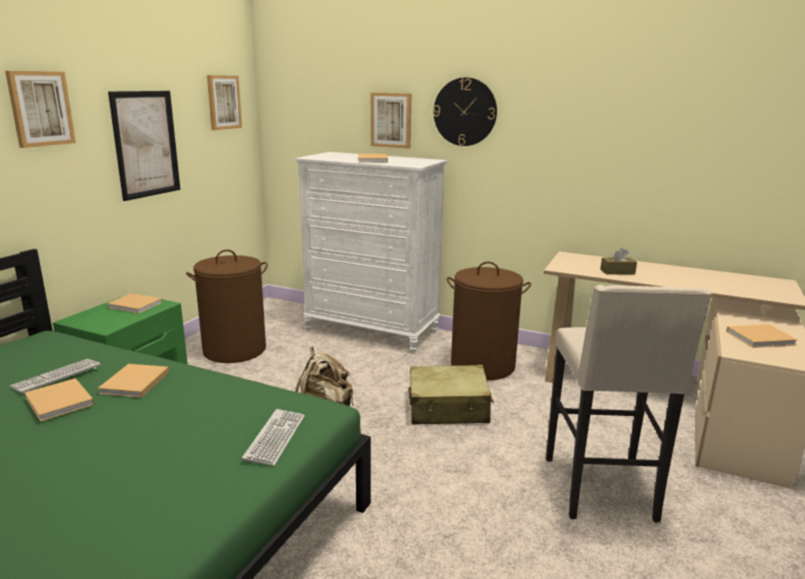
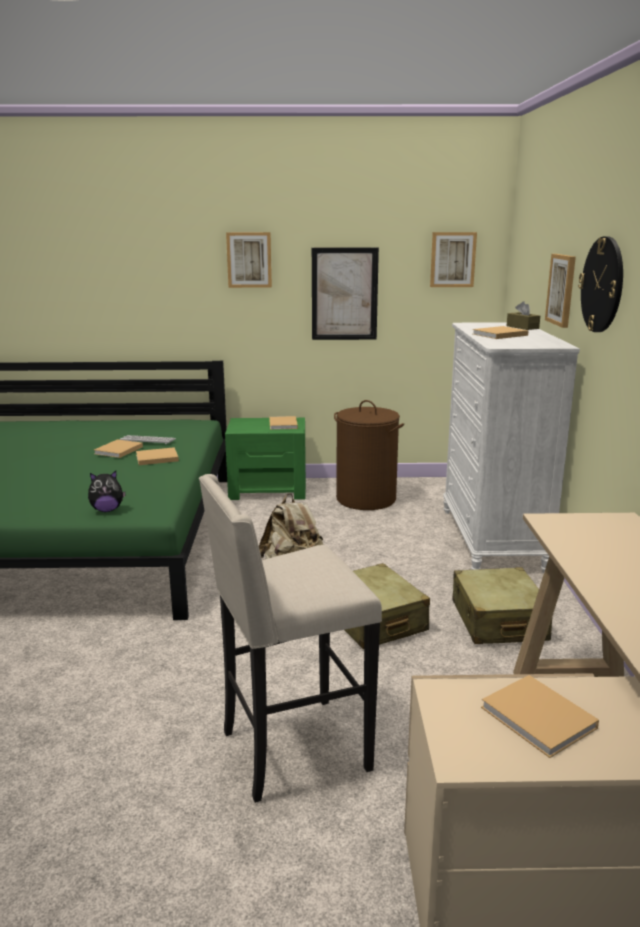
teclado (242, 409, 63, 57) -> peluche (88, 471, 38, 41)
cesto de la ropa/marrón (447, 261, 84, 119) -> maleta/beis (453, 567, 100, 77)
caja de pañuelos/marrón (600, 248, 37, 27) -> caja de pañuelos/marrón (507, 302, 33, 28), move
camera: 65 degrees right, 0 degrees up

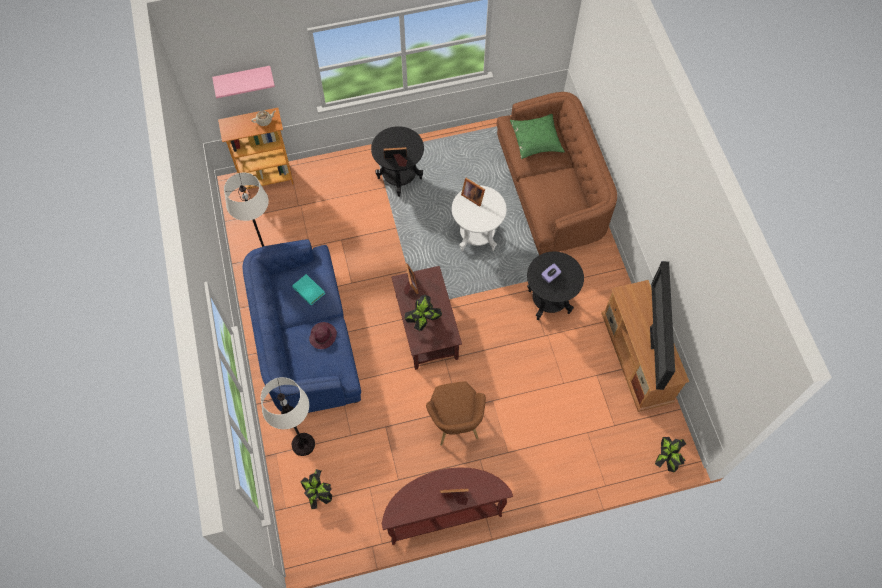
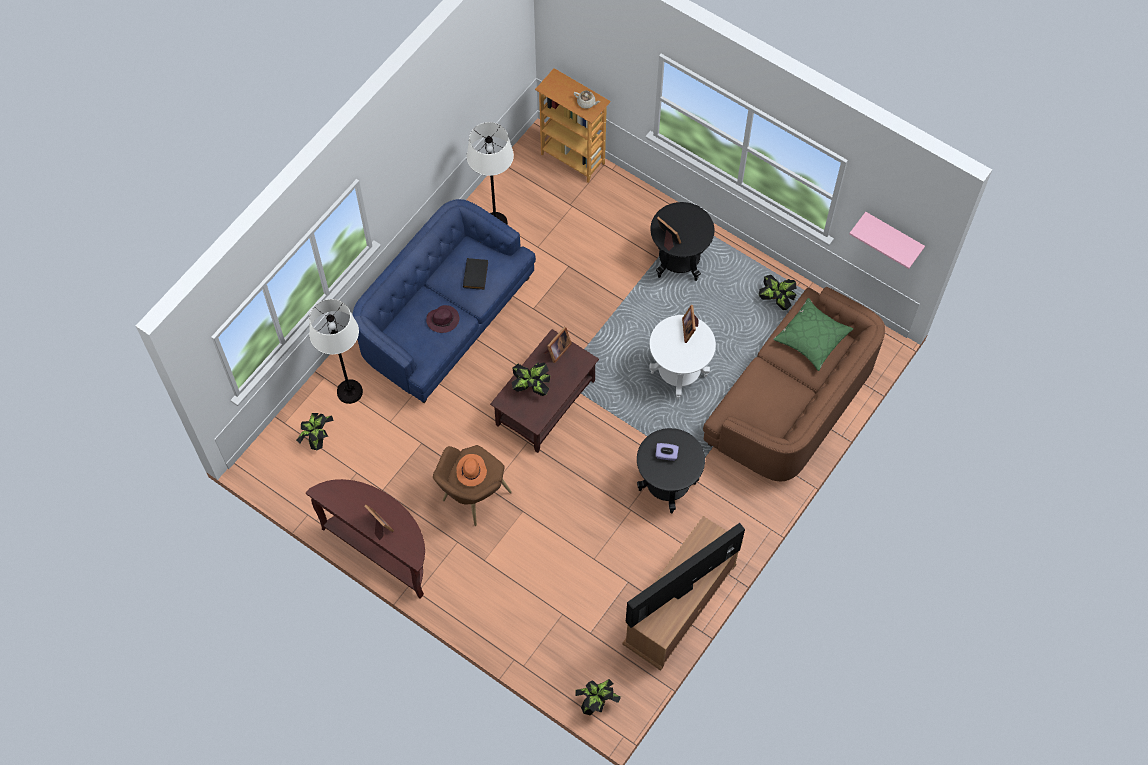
none -> sombrero/naranja (456, 454, 31, 32)
libro/turquesa (292, 274, 33, 31) -> libro/negro (463, 258, 25, 32)
none -> planta en maceta (759, 274, 38, 36)
estante/rosa (212, 66, 63, 32) -> estante/rosa (849, 212, 76, 57), move
camera: 50 degrees right, 0 degrees up

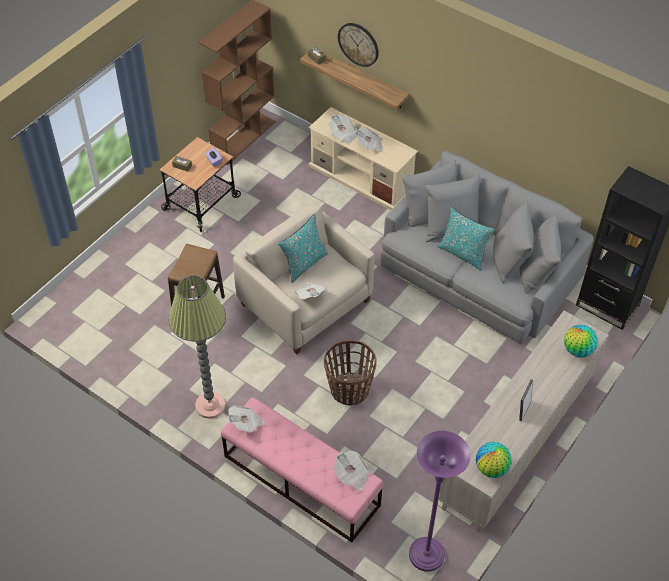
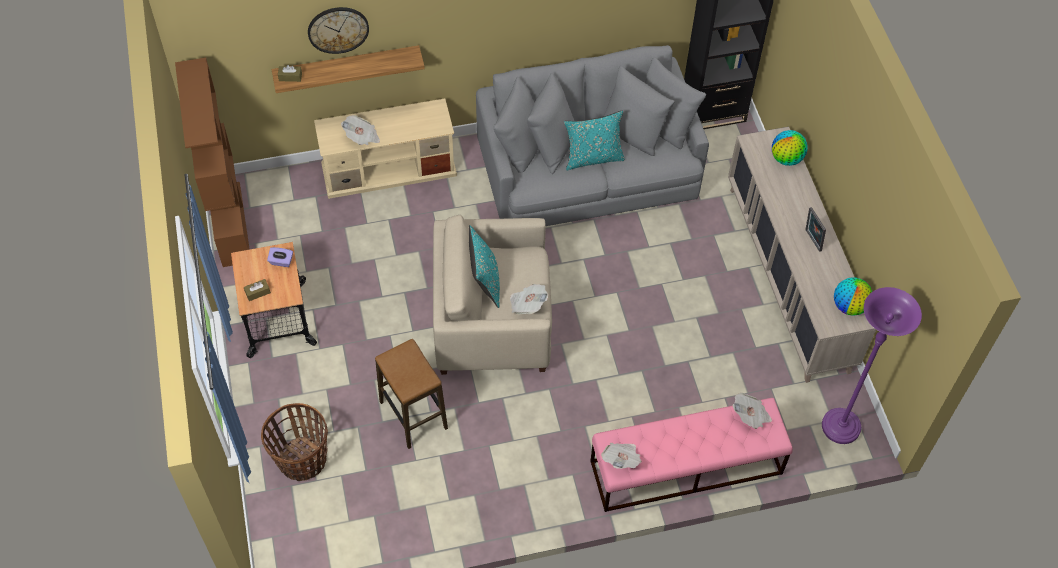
cesta (324, 340, 53, 65) -> cesta (261, 403, 67, 78), move
lámpara de pie (168, 276, 58, 143) -> none
periódico (355, 127, 29, 24) -> none
camera: 50 degrees left, 5 degrees up

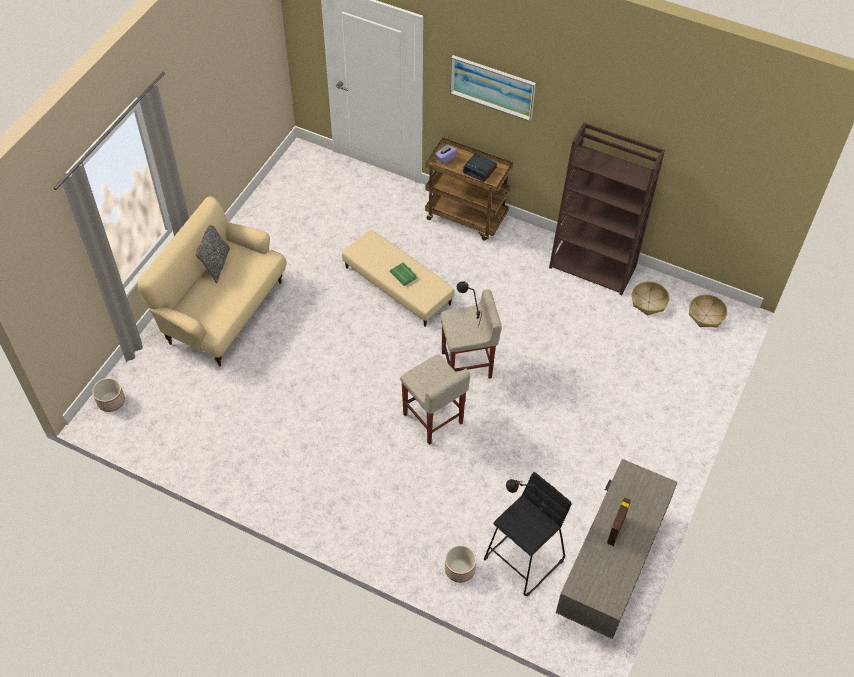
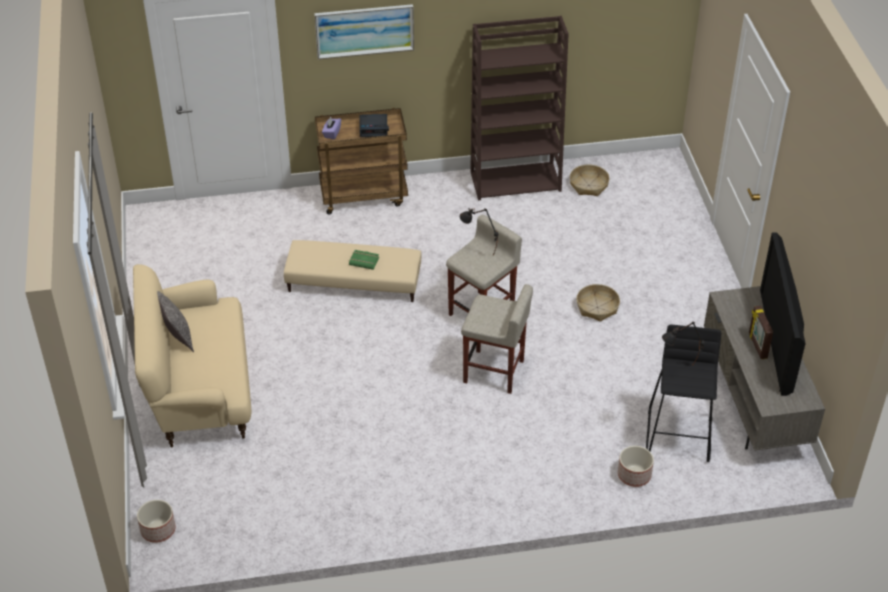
cesta (689, 294, 39, 34) -> cesta (576, 284, 44, 38), move
none -> televisor (760, 232, 46, 164)
camera: 35 degrees left, 10 degrees down

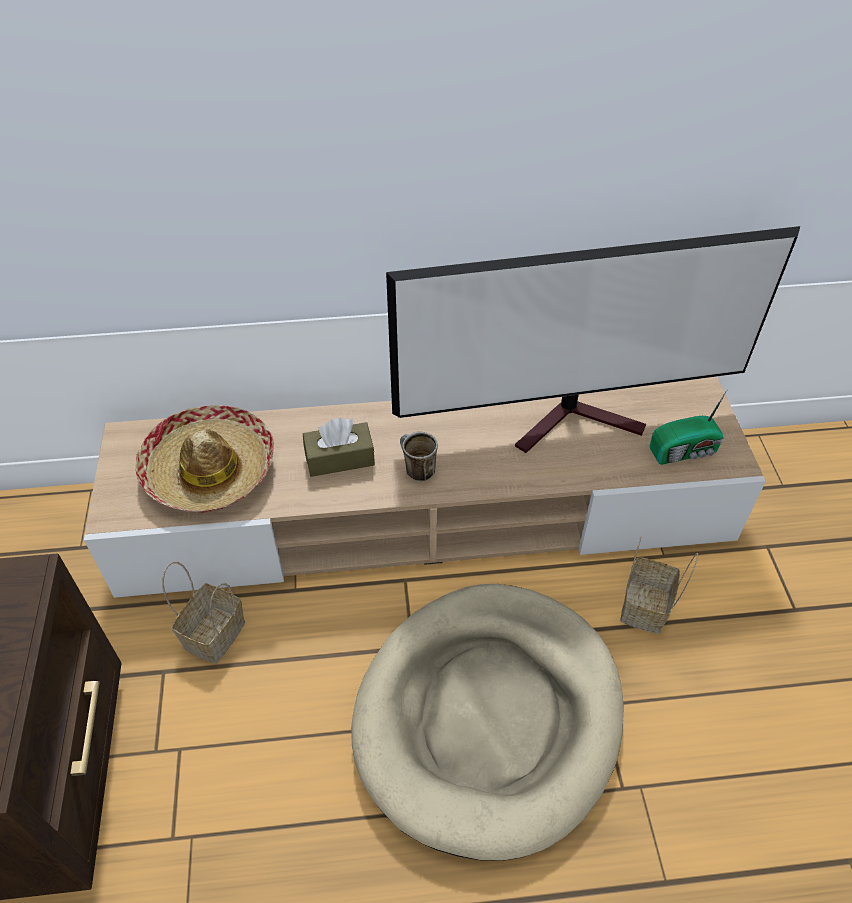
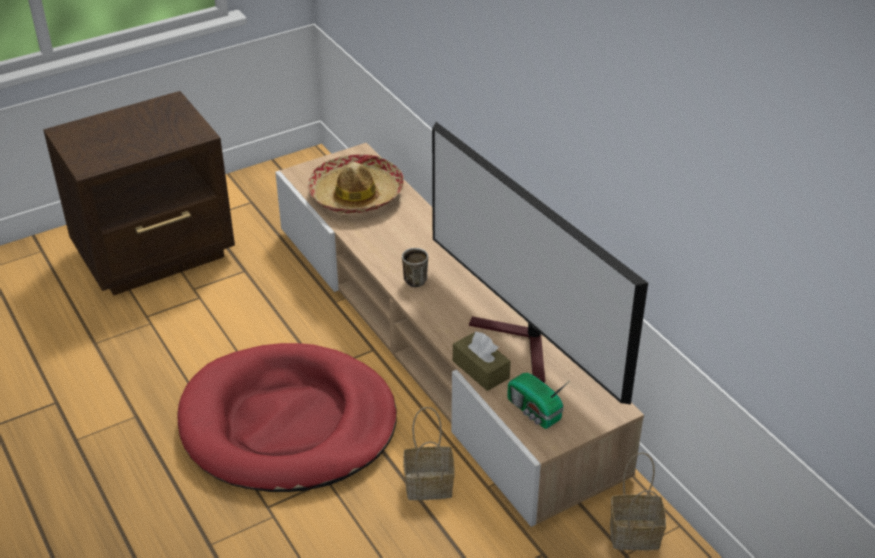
cama para perro/beis (351, 584, 273, 277) -> cama para perro/rojo (178, 343, 219, 149)
caja de pañuelos/marrón (303, 418, 72, 59) -> caja de pañuelos/marrón (453, 332, 58, 59), move
cesta (162, 562, 83, 102) -> cesta (610, 452, 56, 98), move
camera: 65 degrees right, 10 degrees down

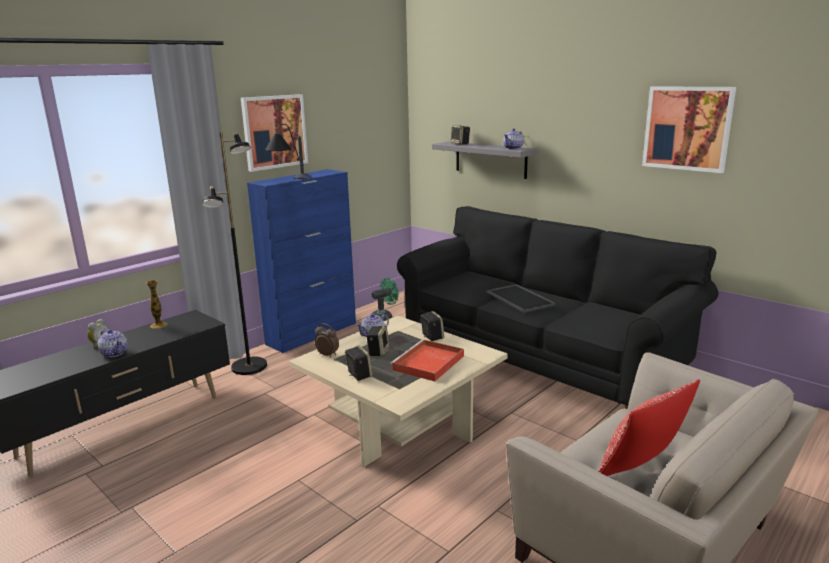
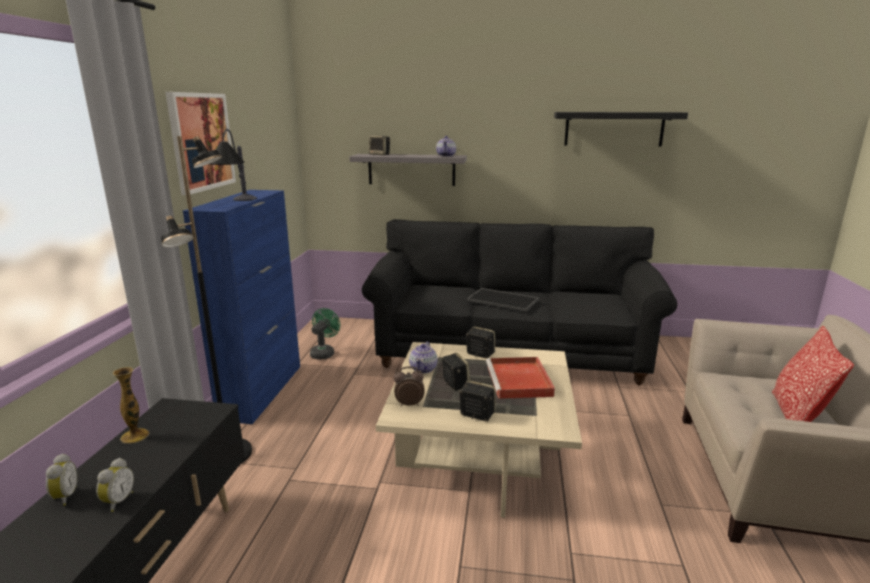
tetera (98, 329, 30, 28) -> despertador (96, 458, 38, 54)
cuadro (642, 86, 94, 87) -> estante/negro (554, 112, 134, 35)
camera: 35 degrees left, 0 degrees up

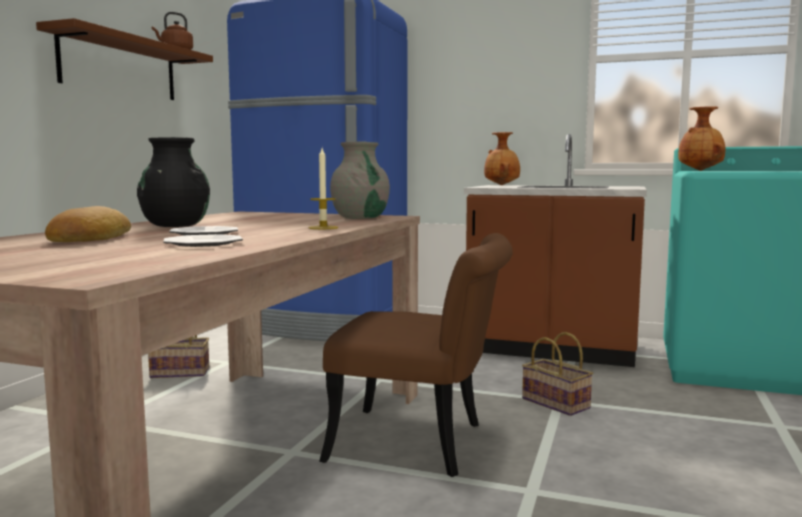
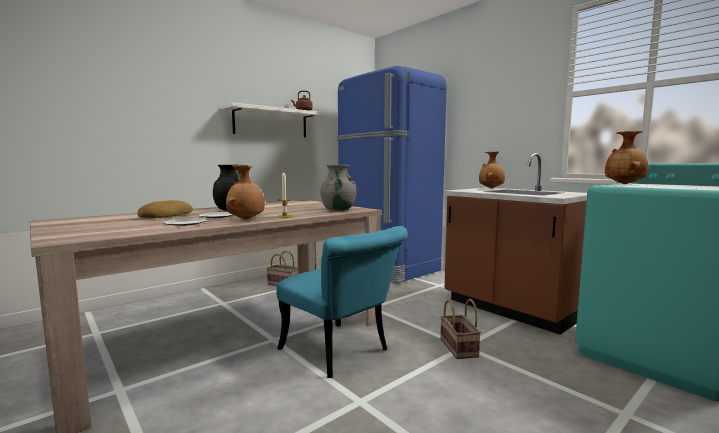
estante/marrón (36, 18, 177, 82) -> estante/blanco (222, 102, 102, 35)
none -> florero/marrón (226, 165, 39, 55)
silla/marrón (319, 233, 194, 244) -> silla/turquesa (276, 226, 132, 152)
camera: 30 degrees right, 0 degrees up

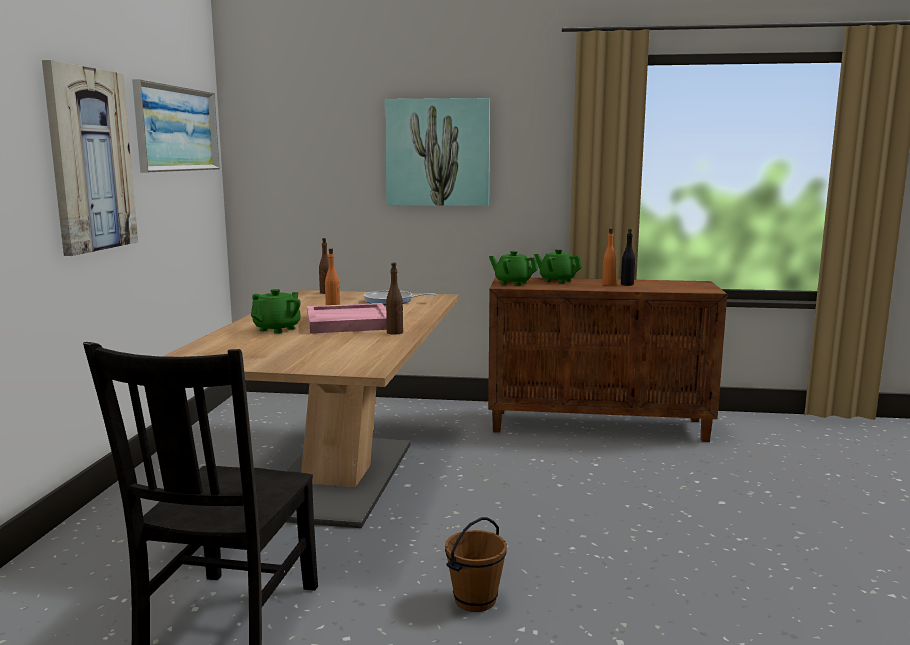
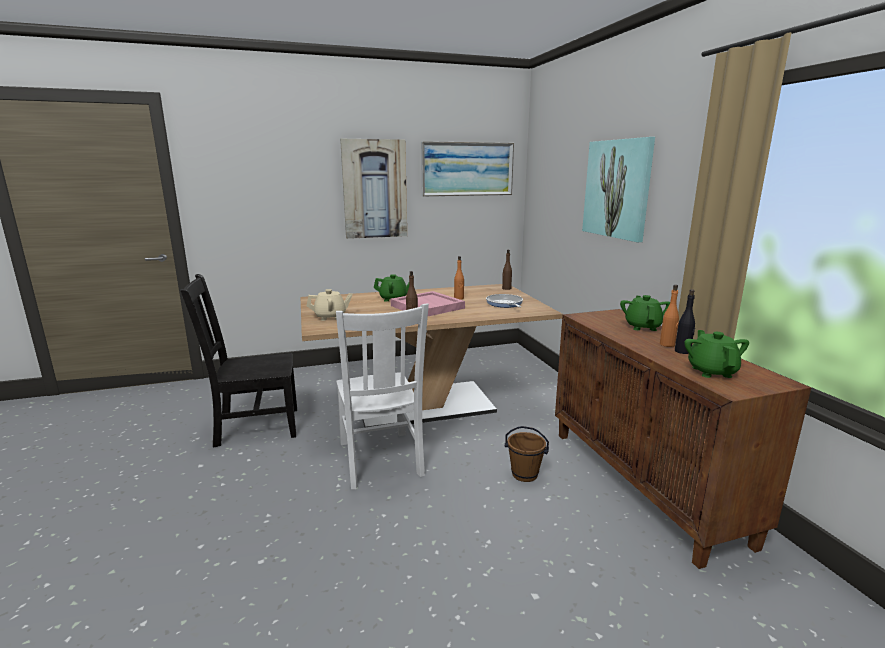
none -> tetera/beis (306, 289, 47, 32)
none -> silla/blanco (336, 303, 93, 186)
cubo/marrón (445, 517, 62, 95) -> cubo/marrón (505, 426, 44, 56), move
tetera/verde (489, 251, 49, 35) -> tetera/verde (684, 330, 65, 48), move
camera: 65 degrees right, 5 degrees up

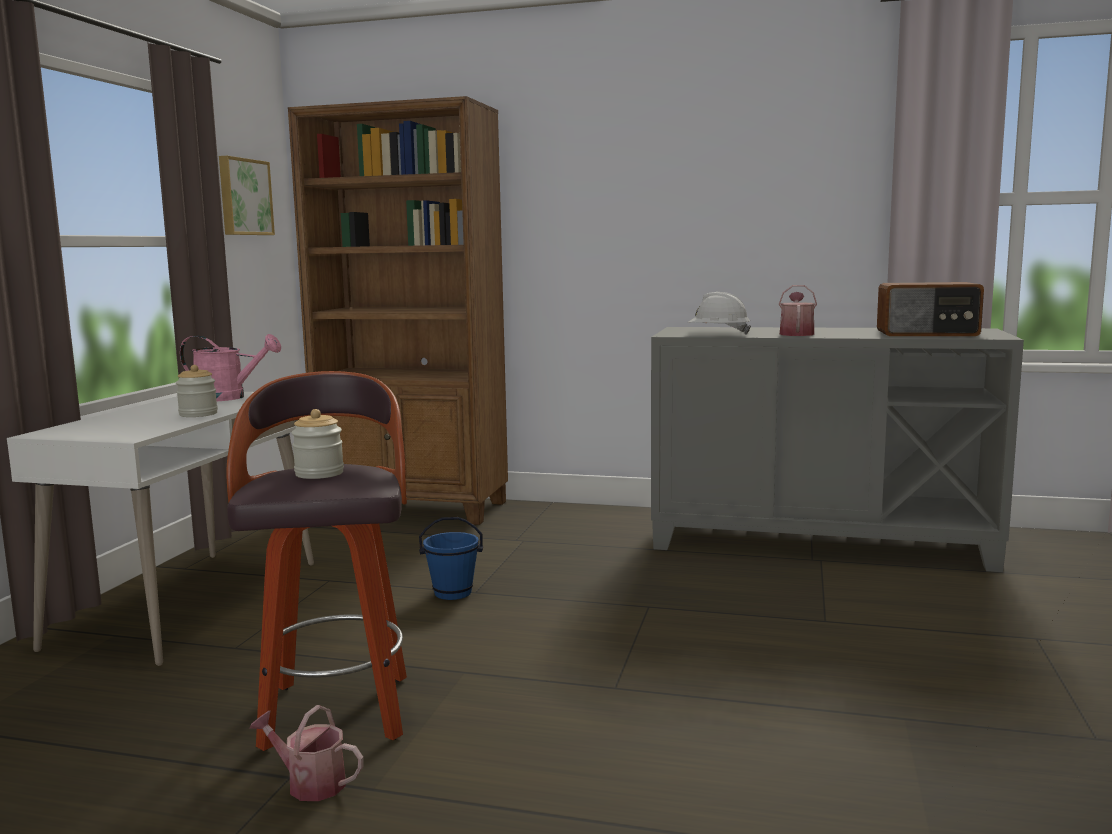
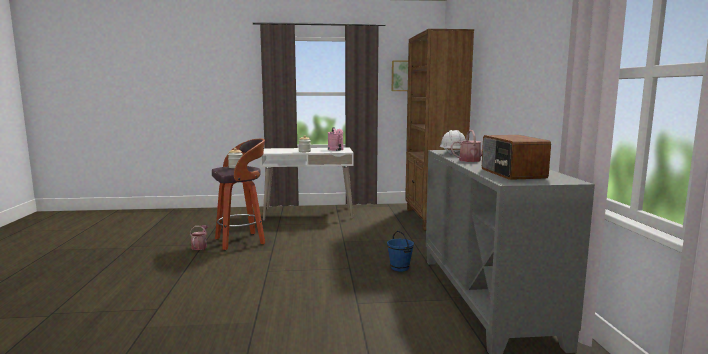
cubo/azul (419, 517, 64, 83) -> cubo/azul (387, 231, 27, 40), move
camera: 70 degrees right, 0 degrees up

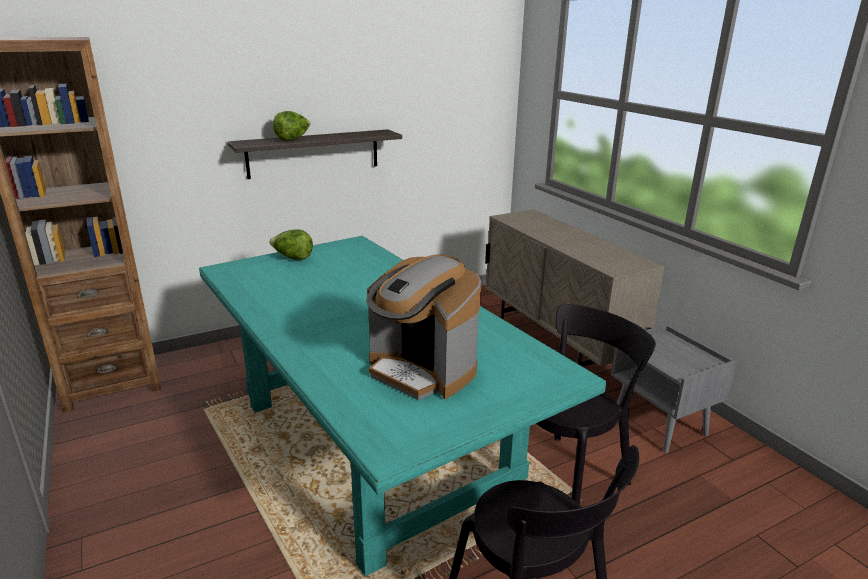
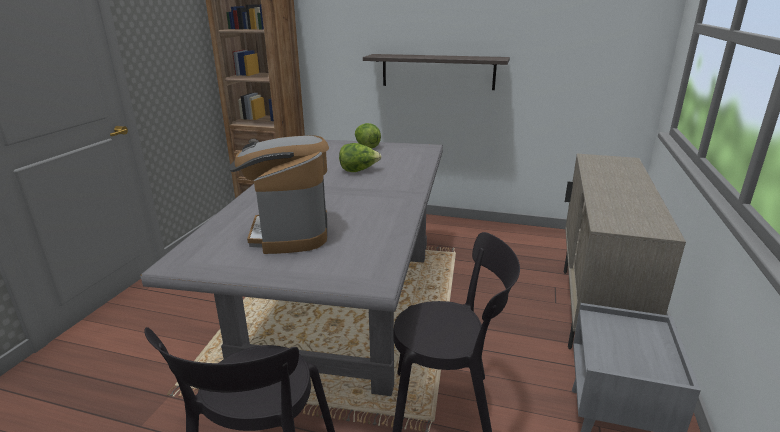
mesa de comedor/turquesa (199, 236, 407, 340) -> mesa de comedor/gris (140, 140, 303, 256)
lechuga (272, 111, 38, 30) -> lechuga (339, 143, 43, 29), move
camera: 45 degrees right, 0 degrees up

